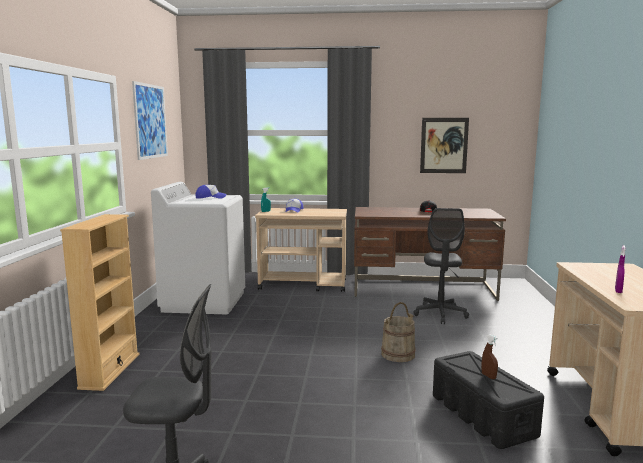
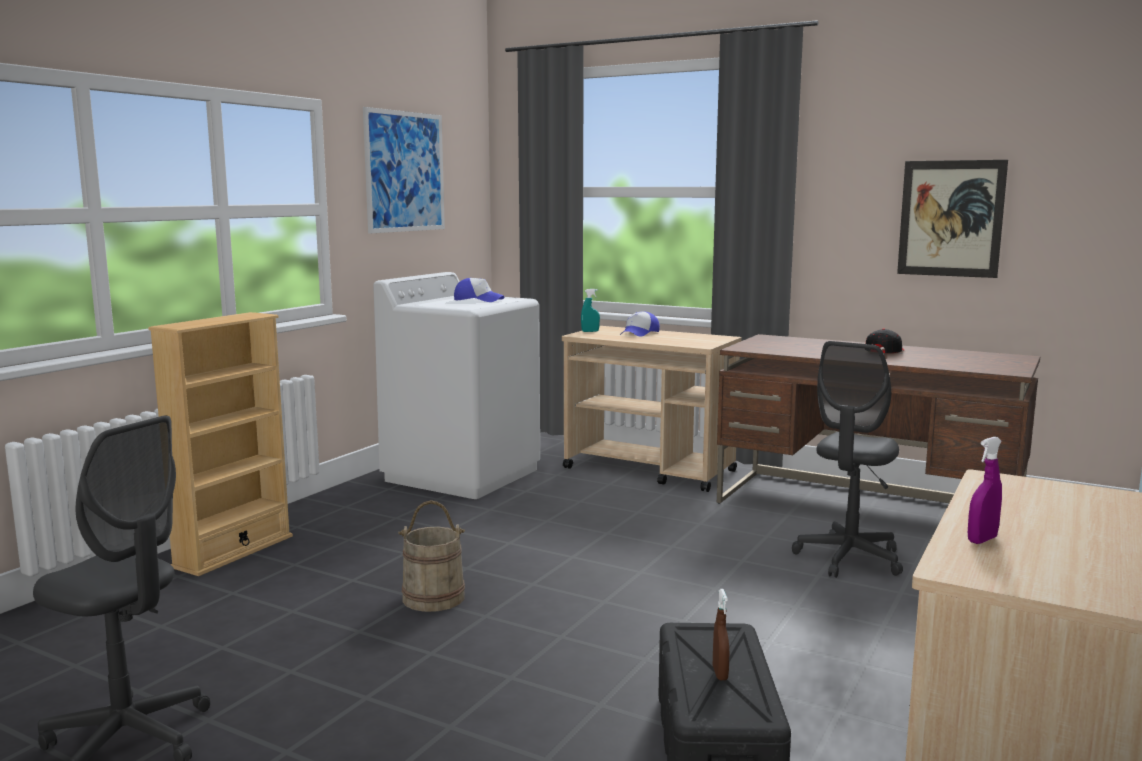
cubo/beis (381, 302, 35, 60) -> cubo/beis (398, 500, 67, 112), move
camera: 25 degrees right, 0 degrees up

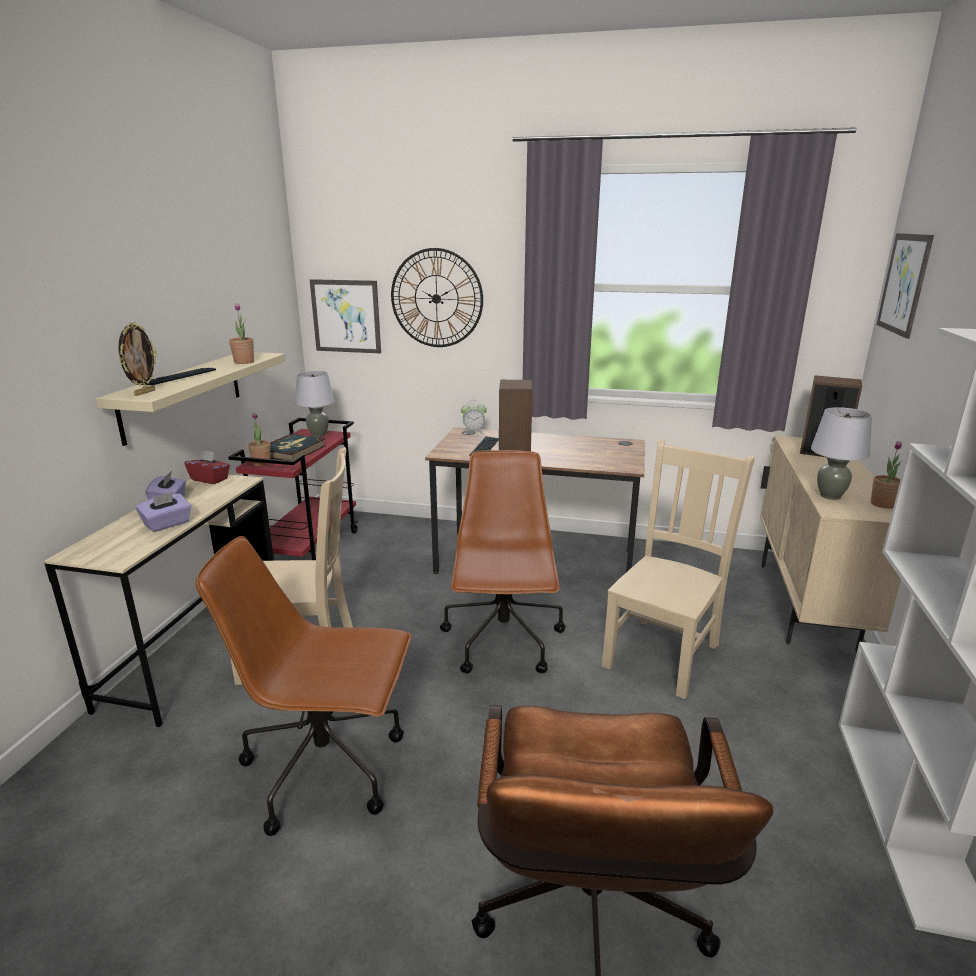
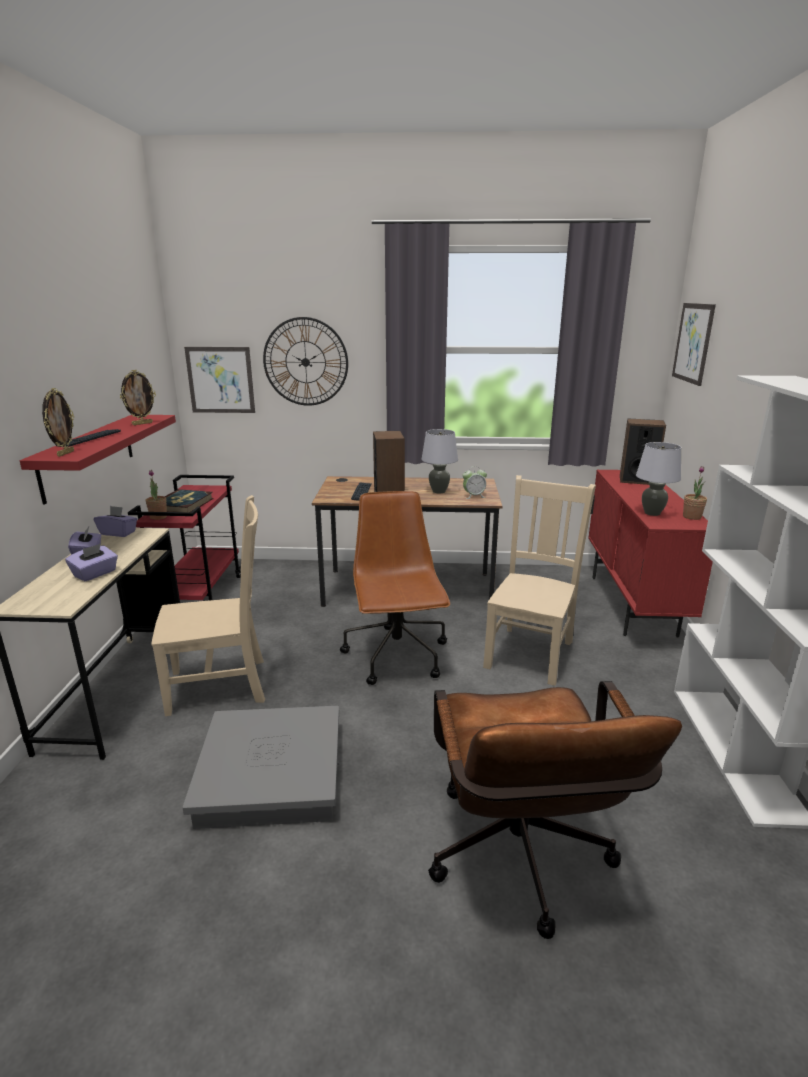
estante/beis (96, 352, 189, 94) -> estante/rojo (20, 415, 156, 90)
caja de pañuelos/rojo (184, 450, 46, 34) -> caja de pañuelos/morado (94, 506, 43, 31)
planta en maceta (229, 303, 25, 61) -> portarretratos (120, 370, 36, 55)
silla de oficina/marrón (195, 536, 217, 300) -> caja de almacenaje/gris (183, 706, 156, 123)
lámpara de mesa/gris (296, 371, 39, 66) -> lámpara de mesa/gris (421, 429, 37, 64), move
despertador (461, 400, 26, 34) -> despertador (463, 466, 24, 33), move
armario/beis (760, 436, 141, 217) -> armario/rojo (588, 470, 125, 168)
camera: 10 degrees left, 0 degrees up

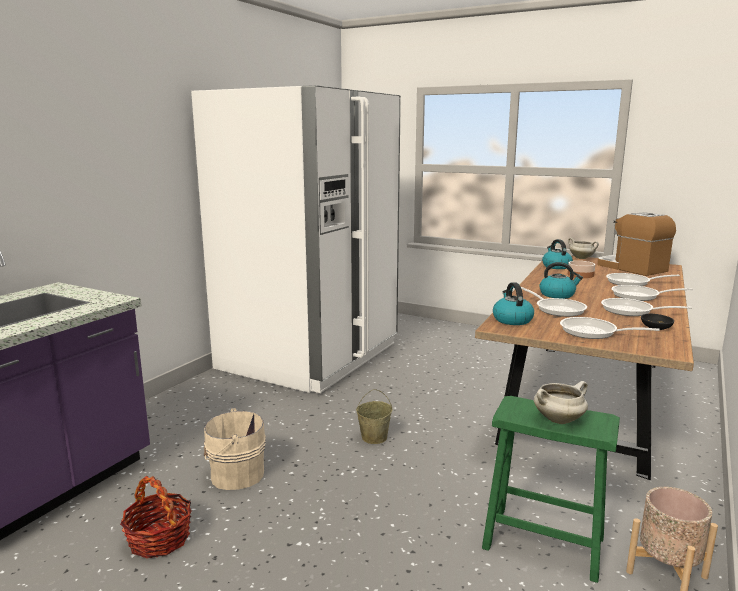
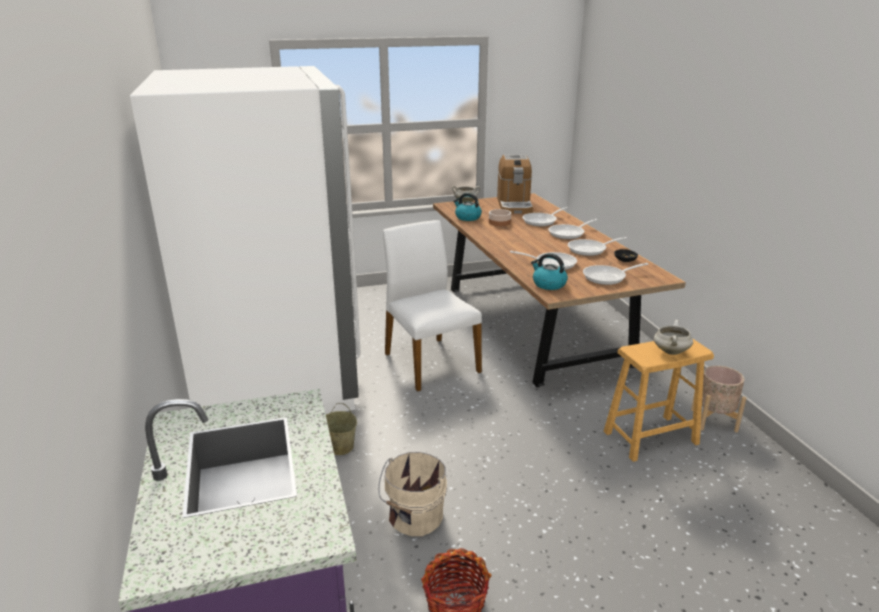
cubo/beis (356, 389, 36, 55) -> cubo/beis (326, 403, 31, 52), move
none -> silla/blanco (383, 220, 99, 172)
cafetera (597, 212, 79, 64) -> cafetera (497, 154, 36, 60), 105 degrees counterclockwise
taburete/verde (482, 396, 138, 187) -> taburete/marrón (604, 338, 110, 124)
hervidor (539, 262, 44, 37) -> none
camera: 45 degrees left, 10 degrees up

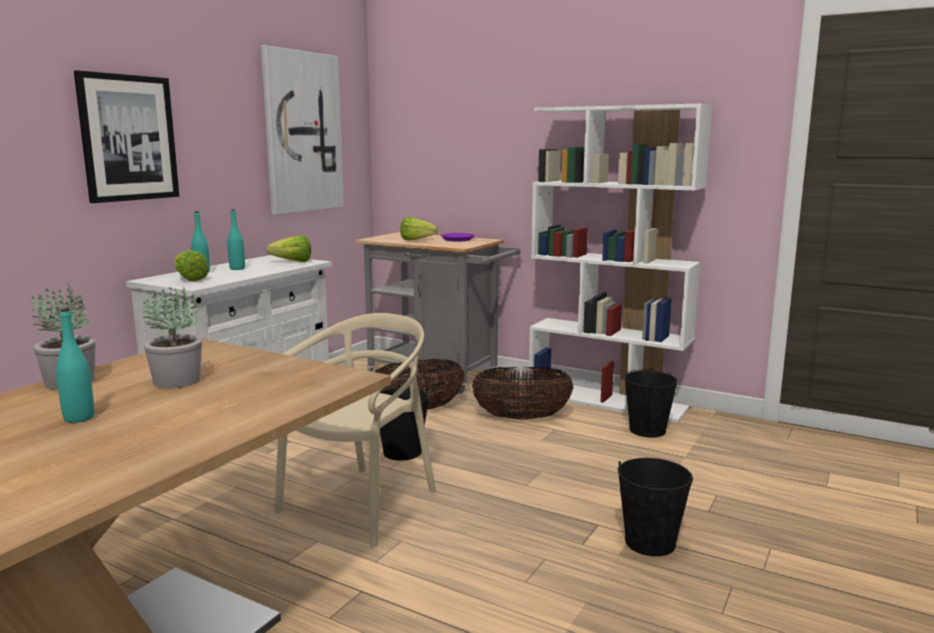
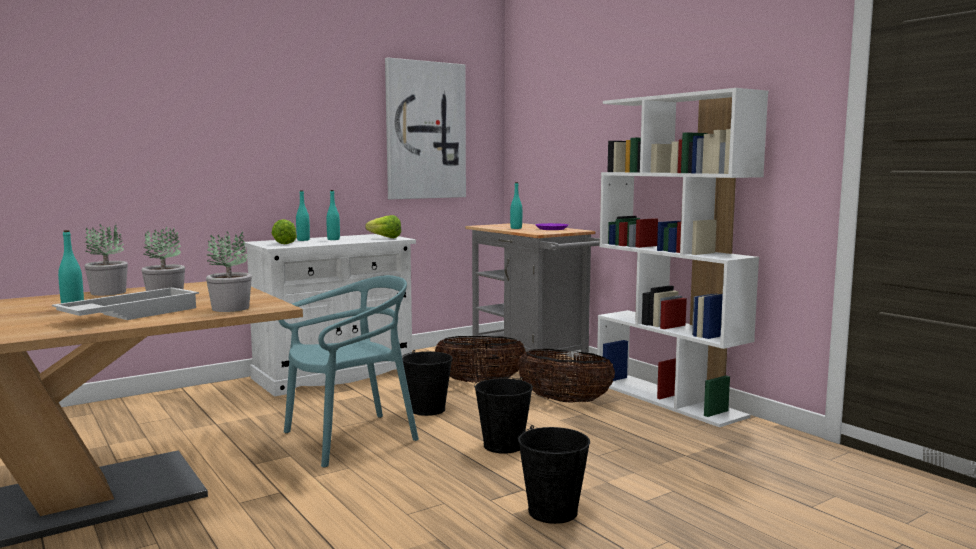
none -> bandeja/blanco (52, 287, 147, 33)
none -> planta en maceta (206, 231, 46, 81)
silla/beis (274, 313, 162, 235) -> silla/turquesa (278, 275, 141, 193)
cubo/negro (624, 368, 54, 69) -> cubo/negro (474, 377, 59, 77), move
lechuga (400, 217, 38, 23) -> botella/turquesa (510, 182, 12, 47)
cuadro (74, 70, 105, 133) -> none
camera: 25 degrees right, 5 degrees down

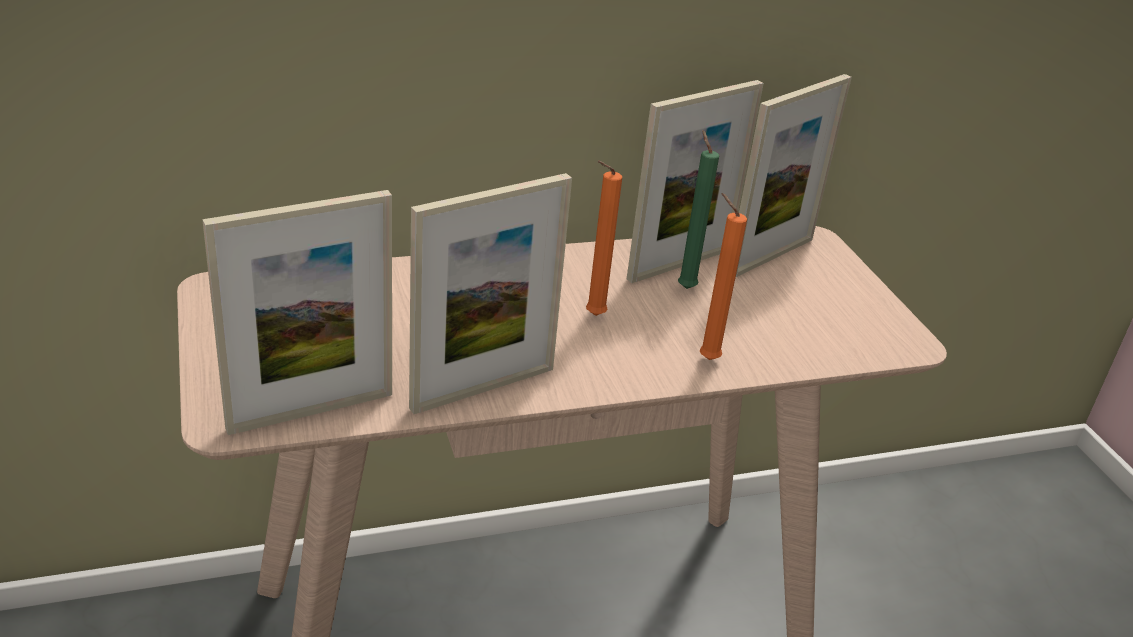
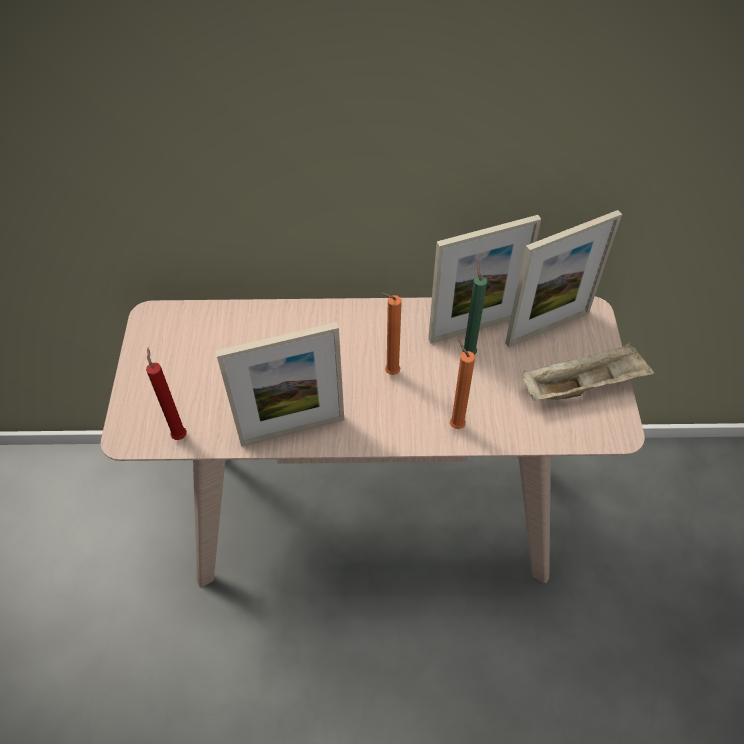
portarretratos (202, 190, 190, 245) -> vela/rojo (146, 348, 41, 92)
none -> bandeja/beis (522, 342, 133, 58)
camera: 20 degrees right, 20 degrees up

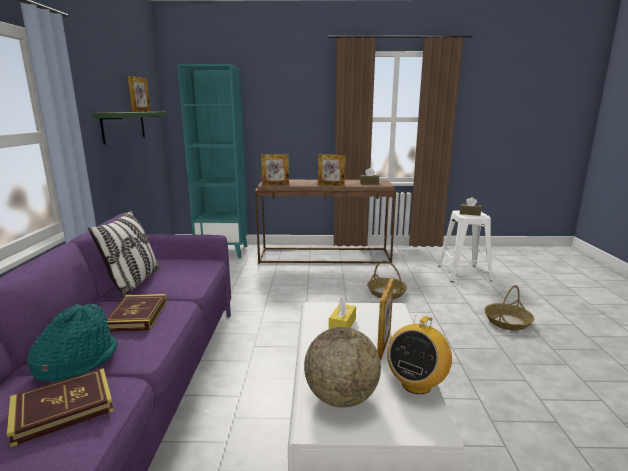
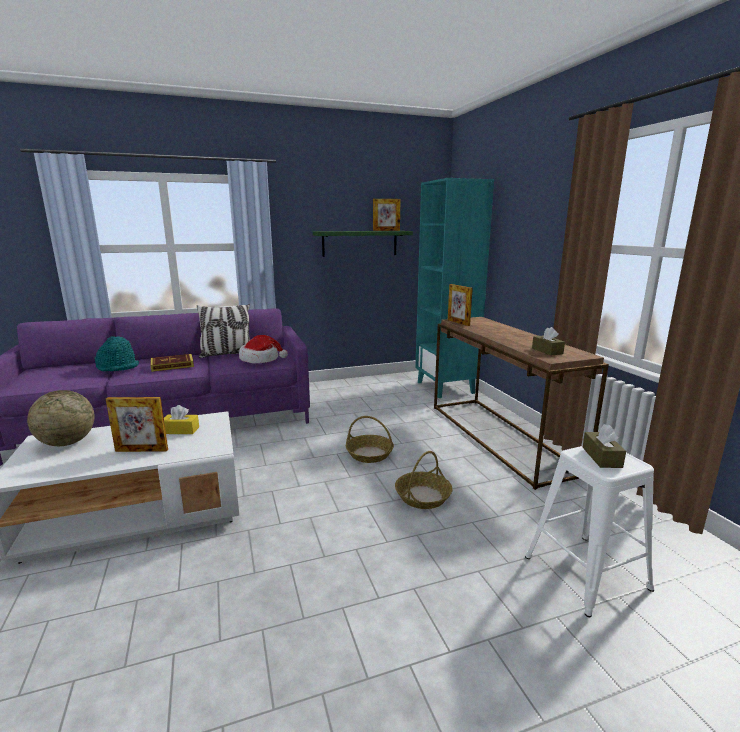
none -> sombrero (239, 335, 49, 28)
cesta (484, 285, 50, 46) -> cesta (346, 416, 48, 47), move
libro (7, 368, 107, 79) -> none
portarretratos (318, 154, 27, 32) -> none
radio (387, 315, 65, 79) -> none
camera: 70 degrees right, 0 degrees up

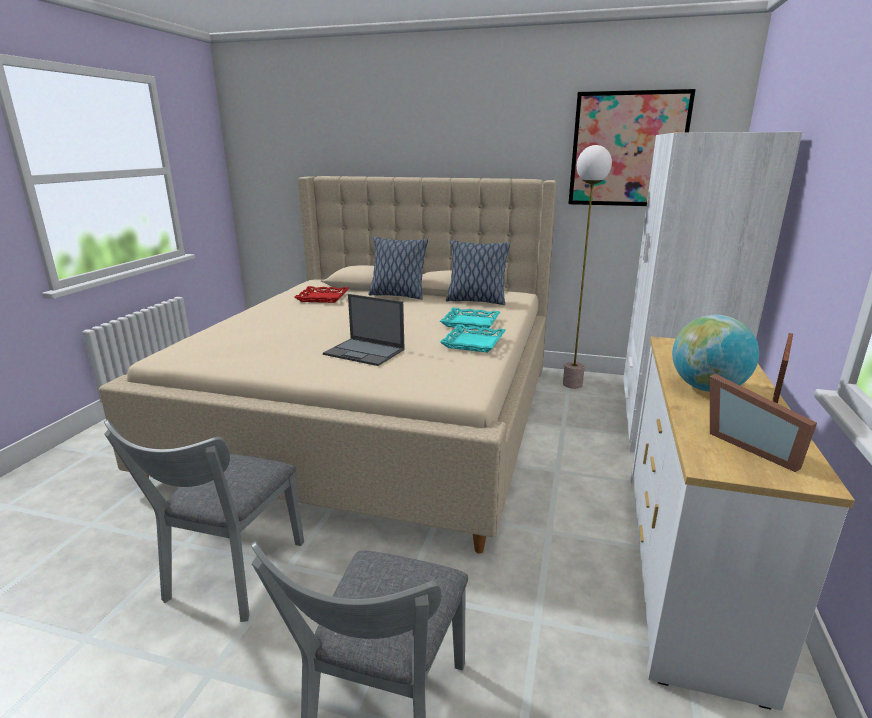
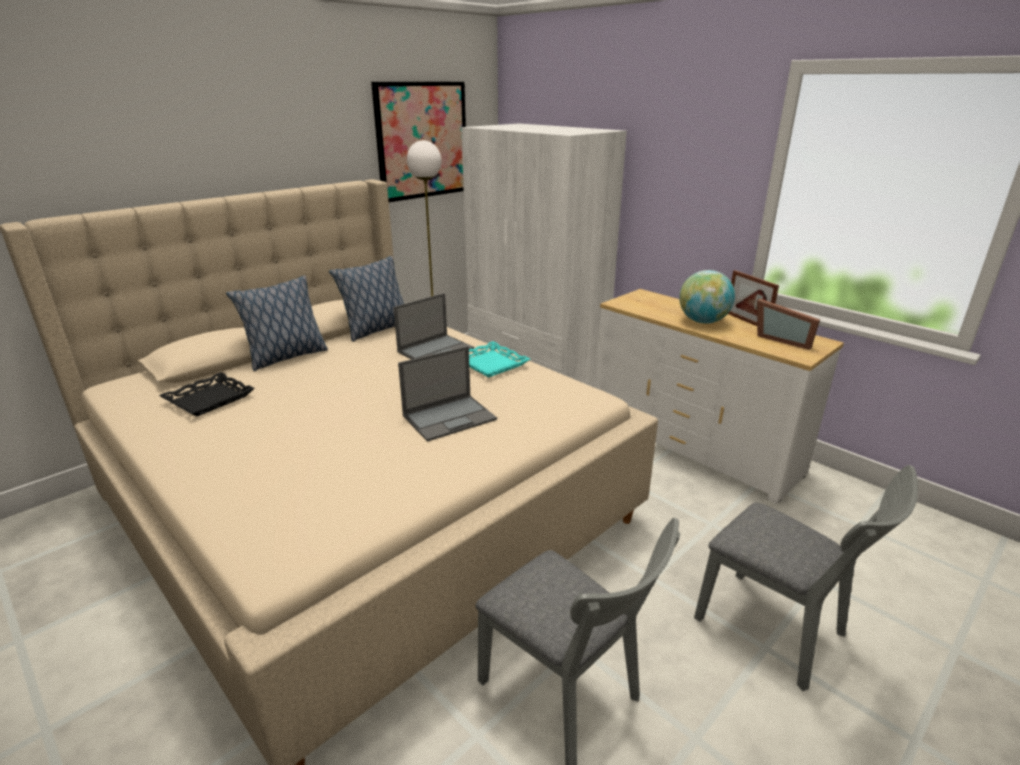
bandeja/rojo (294, 286, 55, 17) -> bandeja/negro (159, 372, 95, 45)
bandeja/turquesa (440, 308, 60, 20) -> portátil (394, 293, 80, 66)
portarretratos (710, 374, 107, 98) -> portarretratos (757, 299, 63, 51), 45 degrees clockwise
camera: 60 degrees left, 5 degrees up

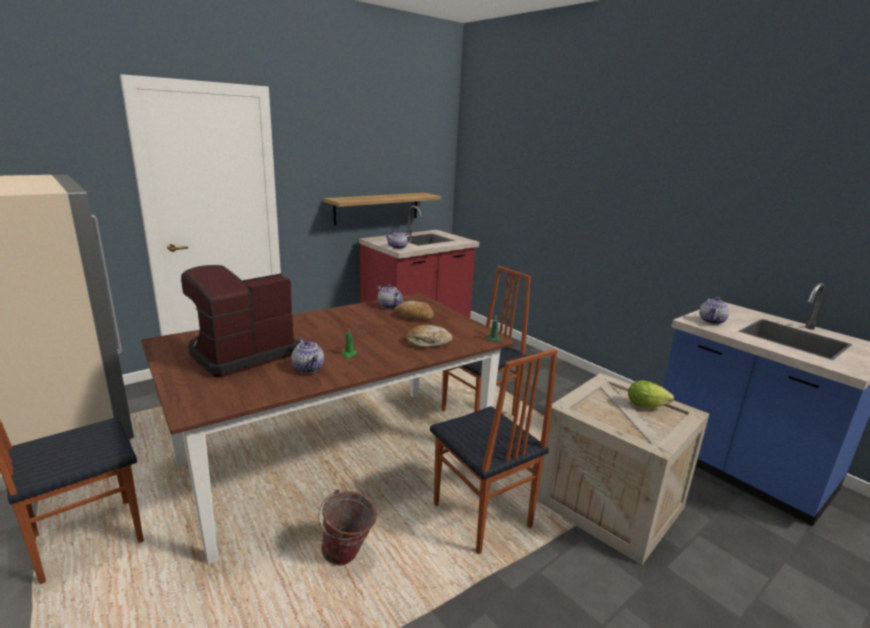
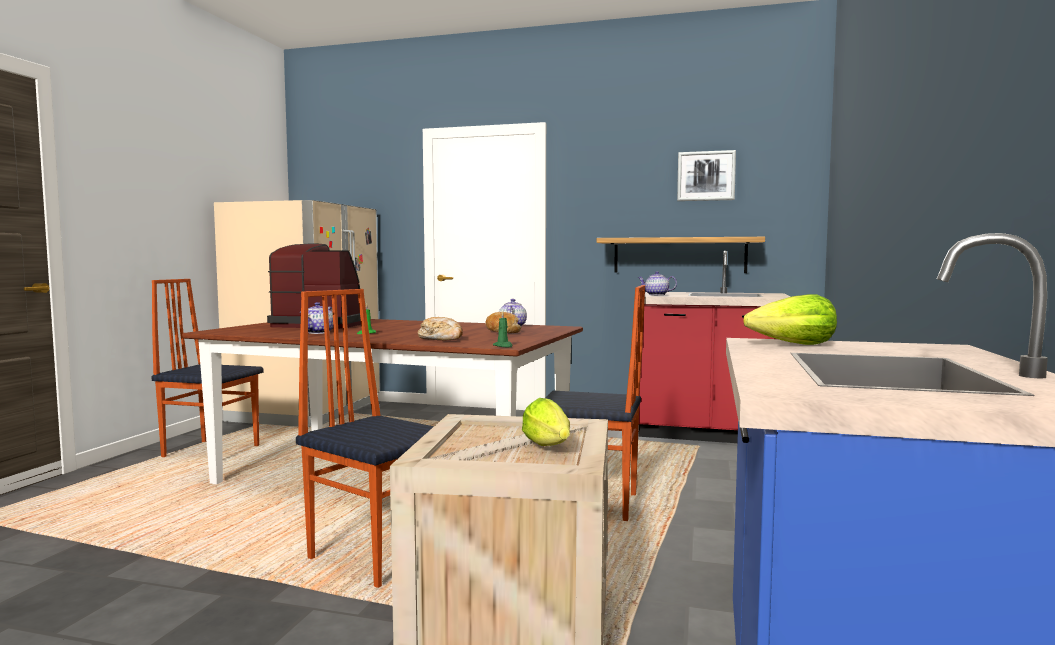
silla (430, 349, 128, 205) -> silla (296, 289, 138, 299), 105 degrees clockwise
none -> cuadro (677, 150, 59, 51)
tetera (699, 297, 30, 28) -> lechuga (743, 294, 94, 51)
cubo (318, 489, 59, 77) -> none
camera: 55 degrees right, 15 degrees down

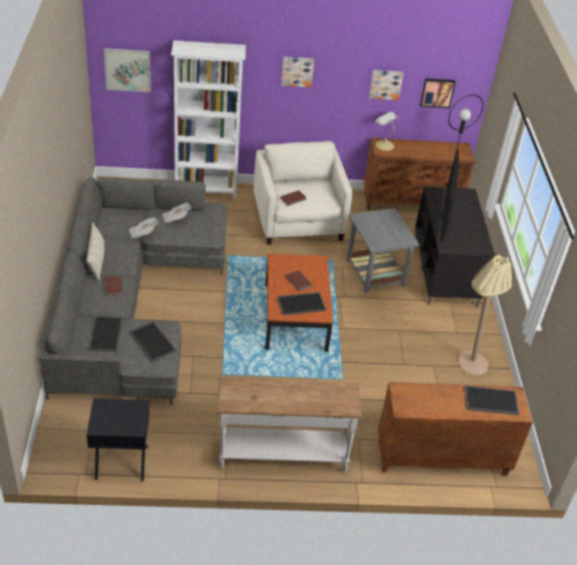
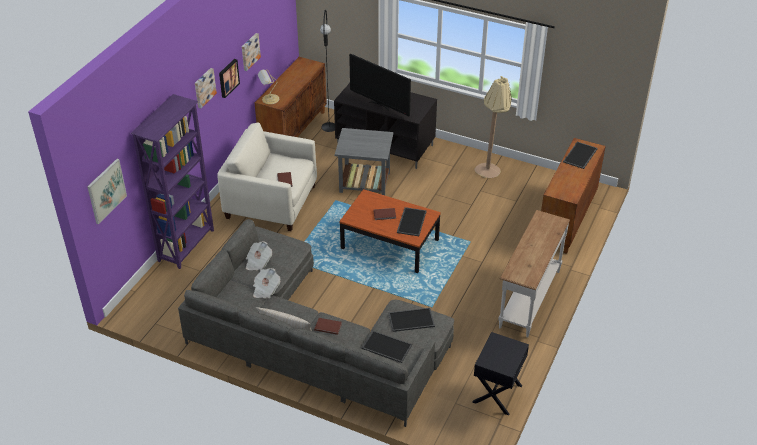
estantería/blanco (171, 40, 75, 159) -> estantería/morado (131, 94, 83, 175)
cuadro (420, 78, 36, 30) -> cuadro (219, 59, 21, 39), move
camera: 60 degrees left, 0 degrees up

